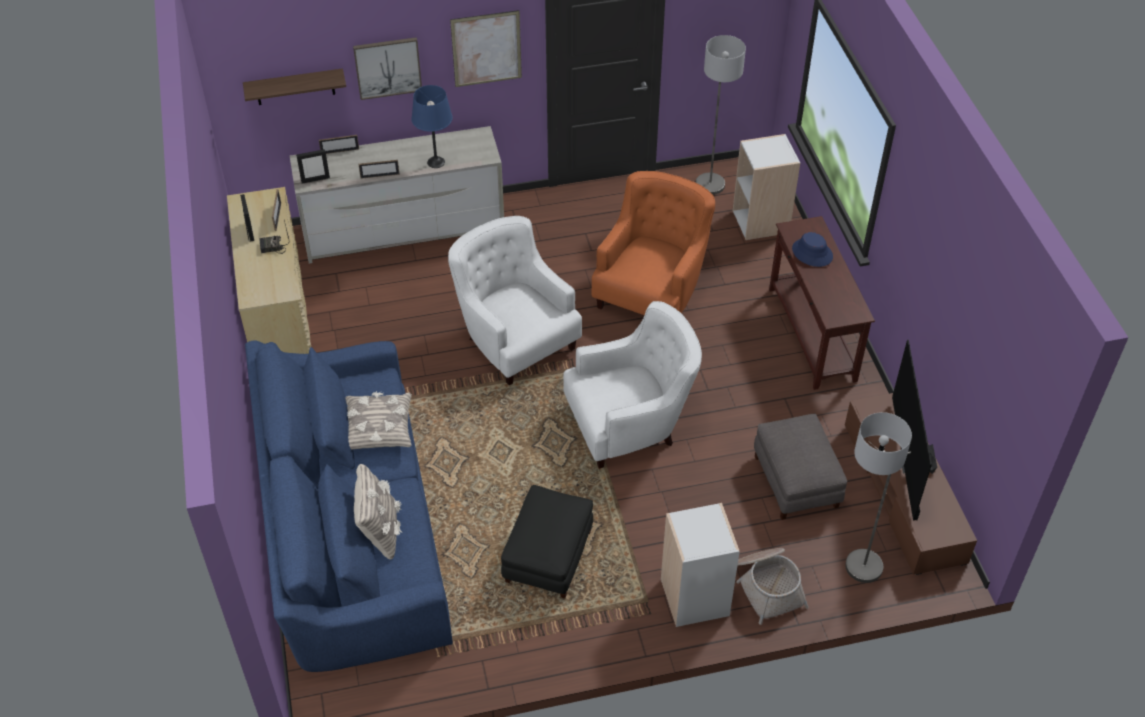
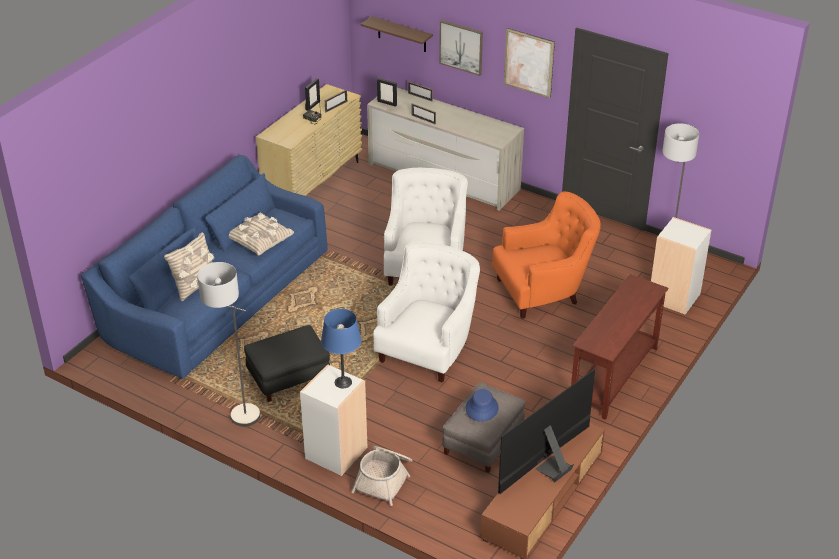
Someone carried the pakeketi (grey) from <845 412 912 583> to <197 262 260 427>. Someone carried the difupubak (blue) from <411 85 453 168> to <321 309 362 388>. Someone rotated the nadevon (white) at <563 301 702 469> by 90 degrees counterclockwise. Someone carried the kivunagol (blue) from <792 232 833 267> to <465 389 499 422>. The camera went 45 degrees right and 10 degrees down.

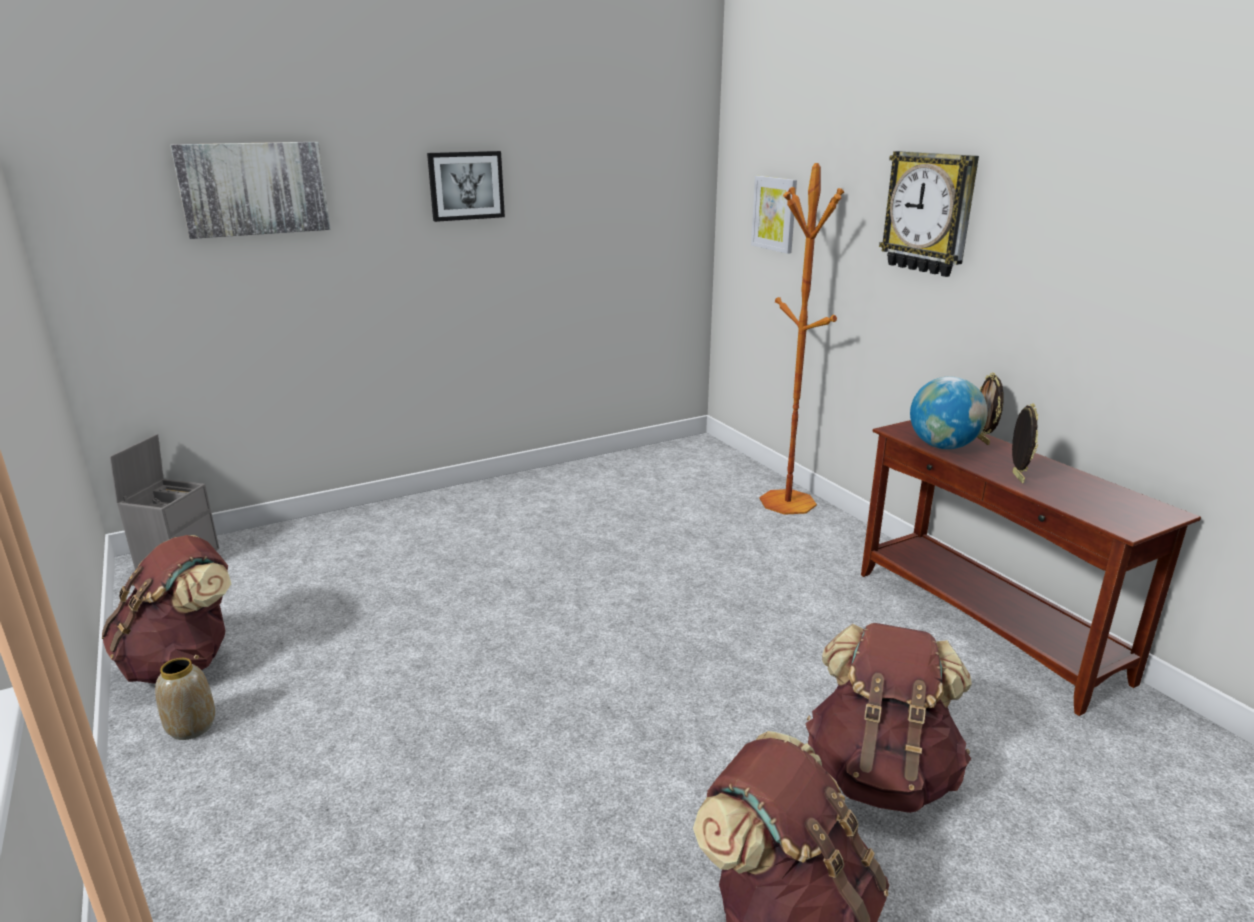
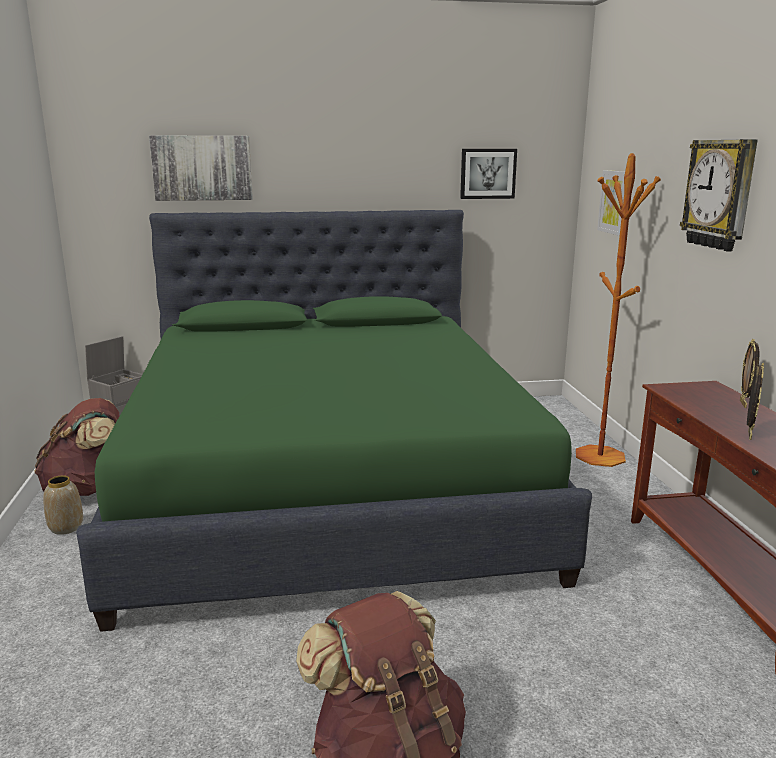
Someone put down the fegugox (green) at <76 210 592 632>. Someone carried the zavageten from <427 151 505 222> to <460 149 517 199>. Someone took away the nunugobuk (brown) at <805 623 972 813>. Someone took away the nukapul at <910 377 988 449>. The camera went 20 degrees right and 5 degrees down.

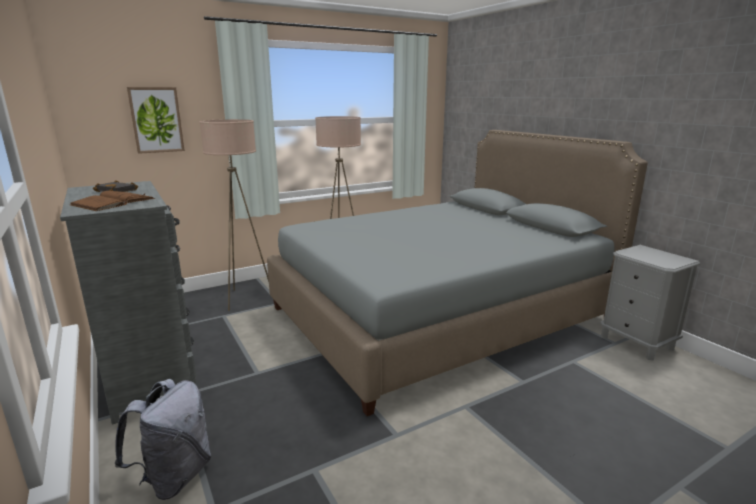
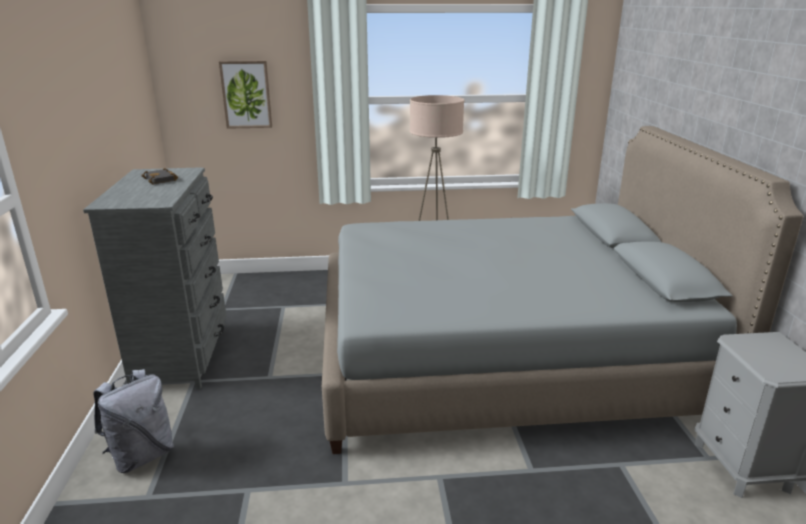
Someone took away the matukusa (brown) at <70 191 155 211>. Someone took away the pakeketi (beige) at <200 119 269 311>. The camera went 25 degrees right and 5 degrees up.

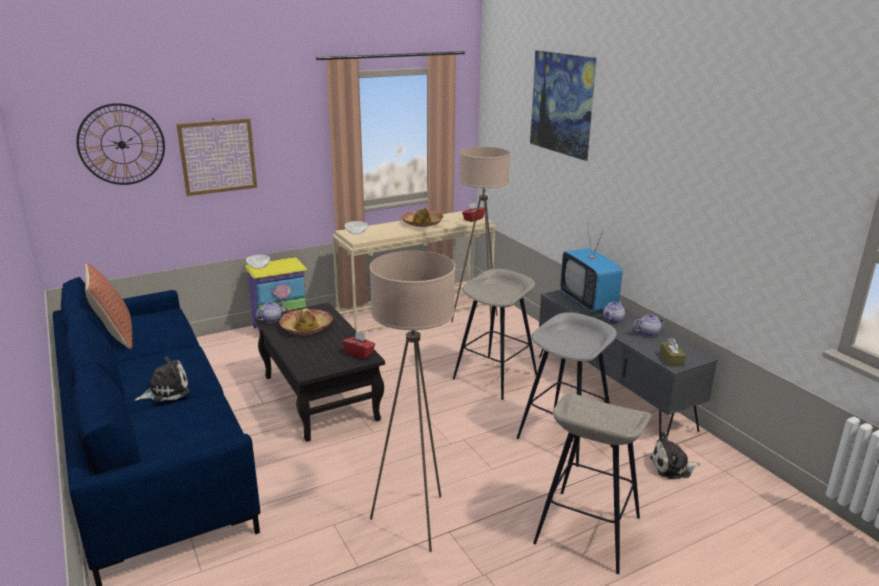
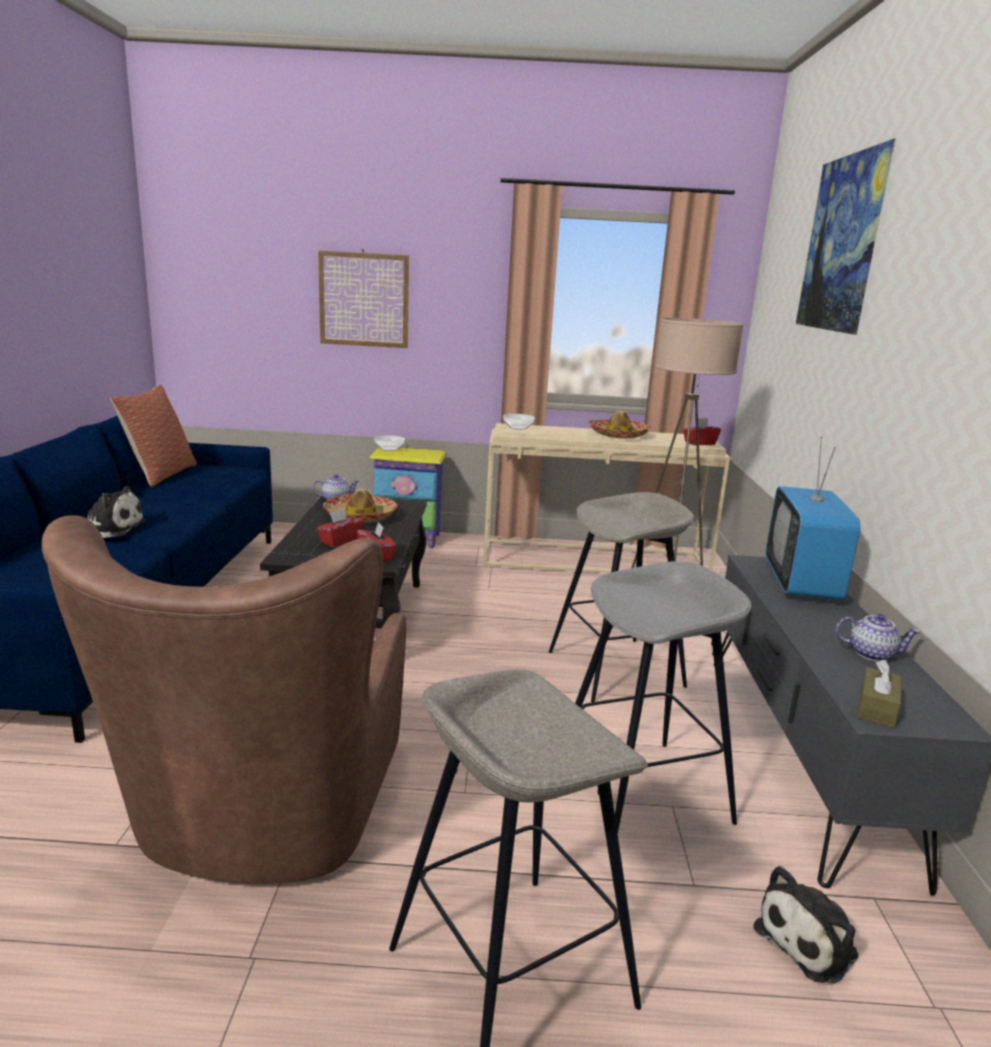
Someone swapped the pakeketi (beige) at <369 251 455 552> for the nadevon (brown) at <42 515 406 884>. Someone put down the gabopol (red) at <316 509 364 548>. Someone rotated the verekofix at <650 432 700 479> by 60 degrees counterclockwise. Someone took away the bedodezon at <76 103 165 185>. Someone took away the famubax at <603 301 625 323>. The camera went 30 degrees right and 5 degrees down.

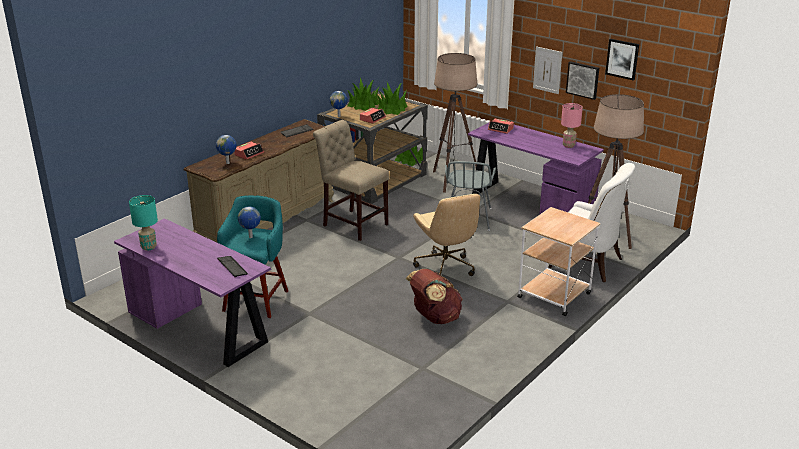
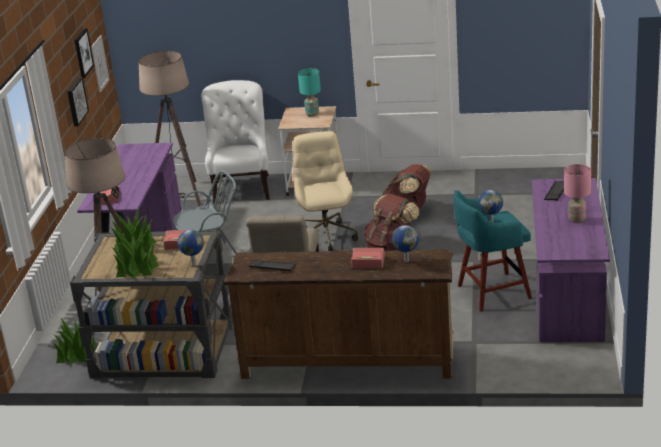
Someone carried the zavageten from <533 46 562 94> to <91 35 109 93>. Someone rotated the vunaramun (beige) at <413 194 480 276> by 45 degrees counterclockwise. Someone carried the difupubak (turquoise) from <129 195 158 251> to <298 68 321 117>. Someone put down the nunugobuk (brown) at <364 194 419 251>. Someone carried the difupubak (pink) from <561 103 583 148> to <564 164 591 223>. The camera went 120 degrees left and 0 degrees up.

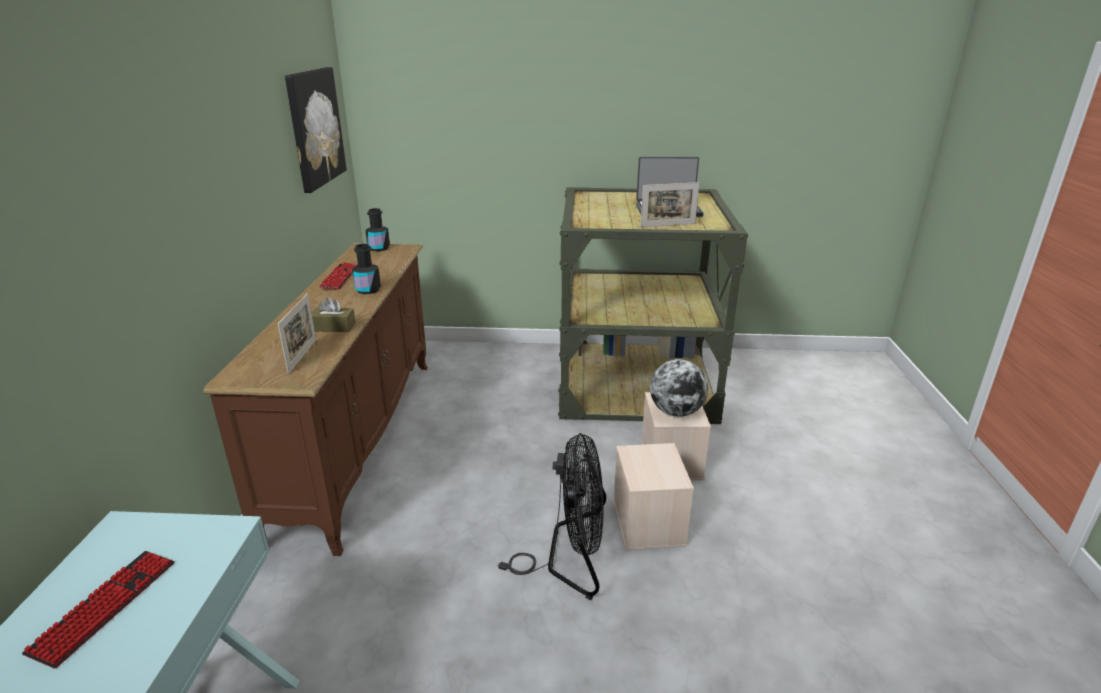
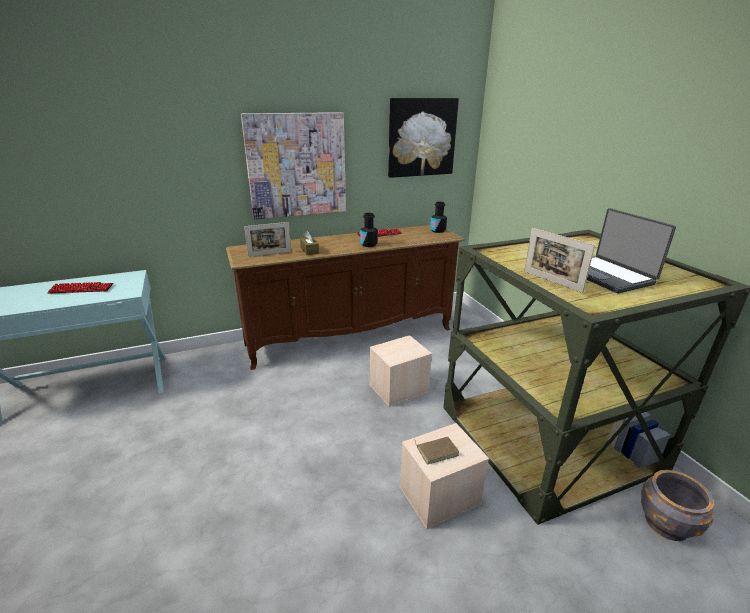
Someone put up the zavageten at <241 112 346 219>. Someone carried the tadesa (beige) from <613 443 694 550> to <369 335 432 407>. Someone swapped the nukapul at <650 359 708 417> for the matukusa (brown) at <414 436 459 465>. Someone put down the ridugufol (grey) at <641 470 714 541>. Someone took away the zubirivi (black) at <497 433 606 600>. The camera went 65 degrees right and 0 degrees up.

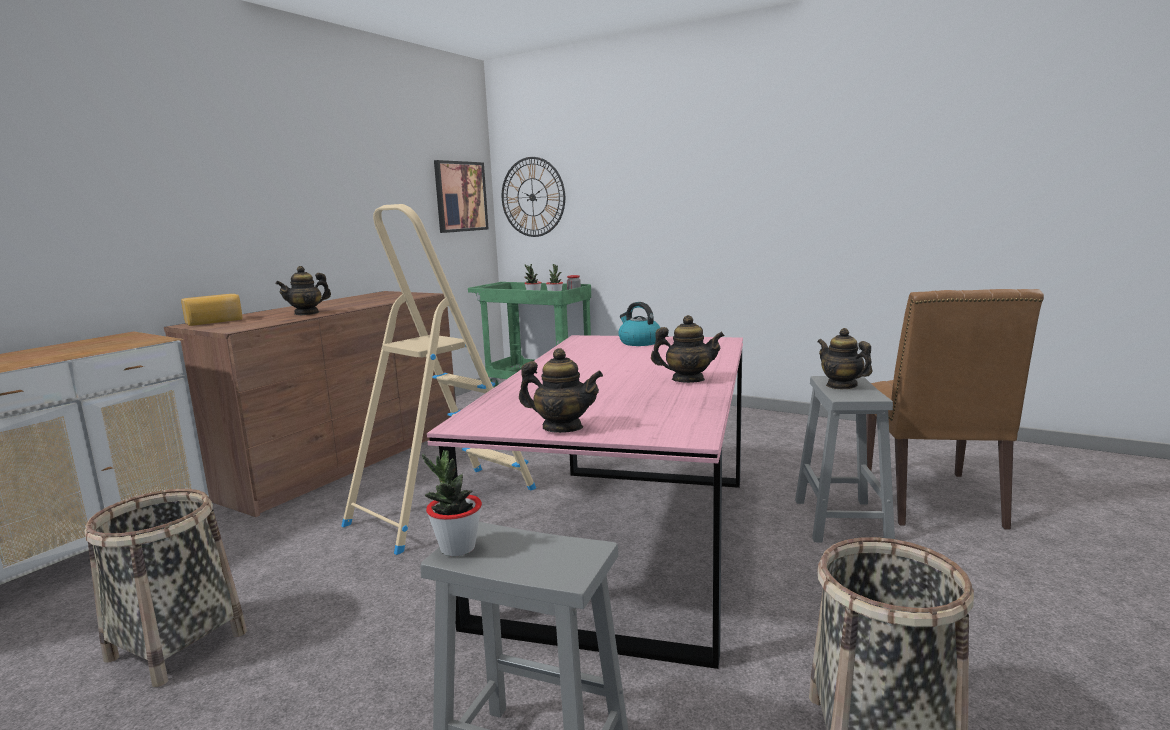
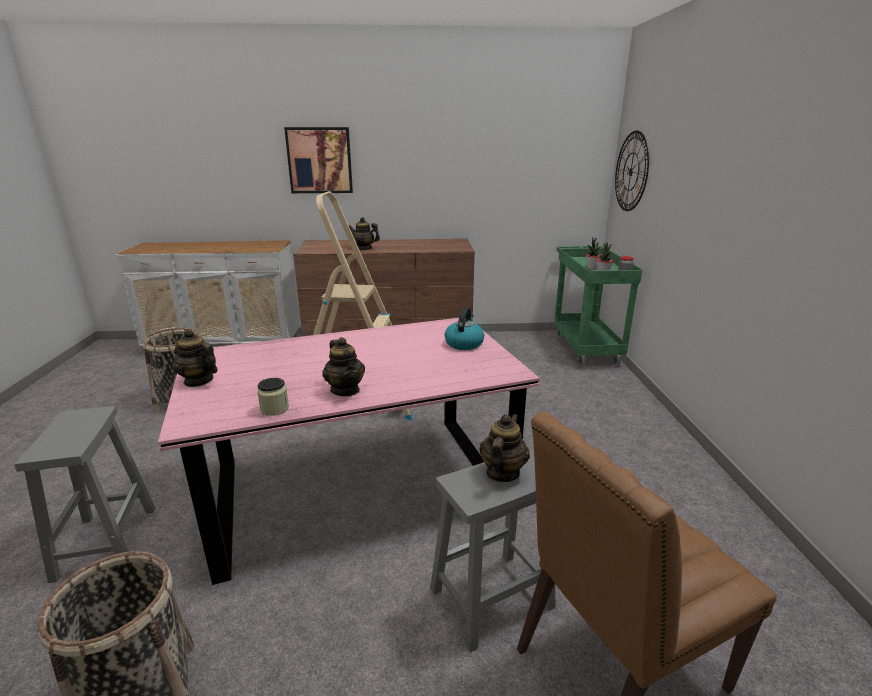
Someone rotated the famubax at <519 348 603 433> by 135 degrees clockwise. Someone put down the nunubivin at <257 378 289 416>. Someone carried the zavageten from <434 160 489 233> to <284 127 353 193>. Someone took away the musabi at <181 294 243 326>. Someone took away the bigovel at <422 450 482 556>. The camera went 55 degrees right and 10 degrees up.

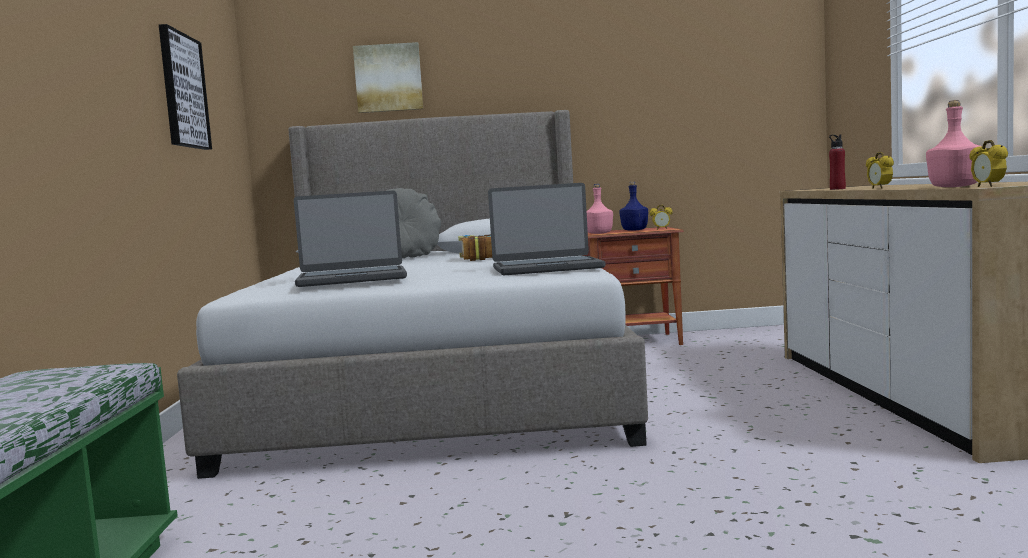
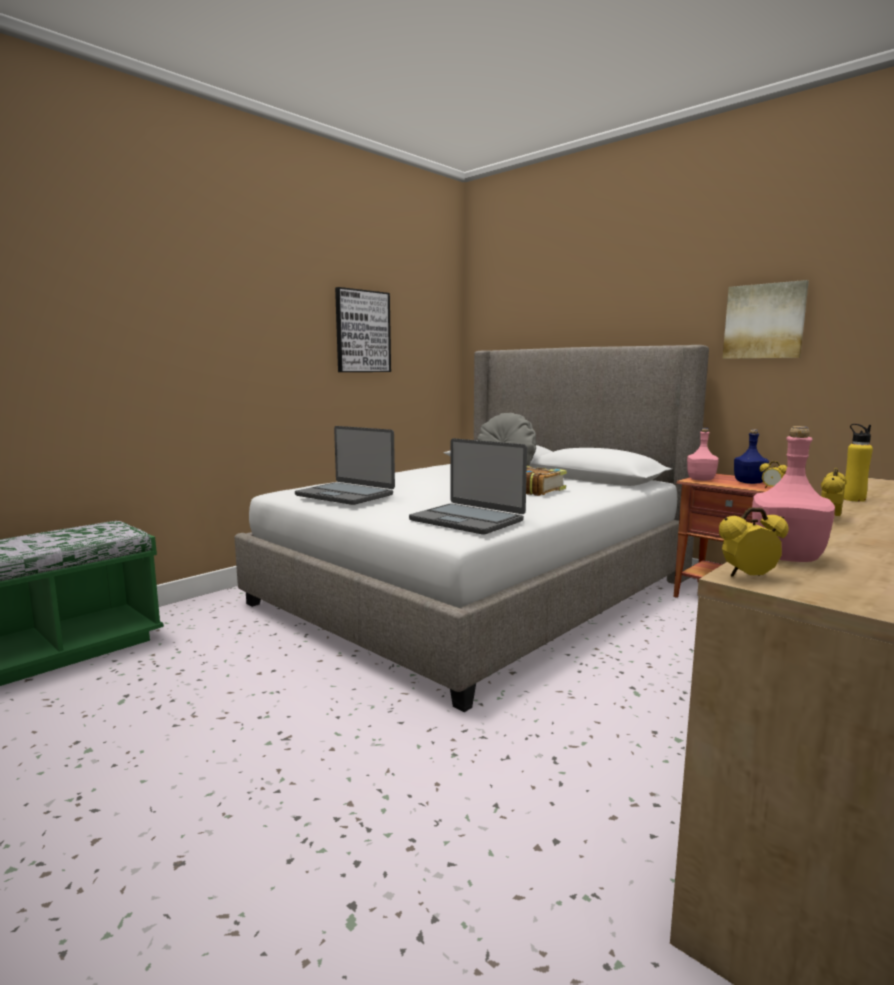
Someone rotated the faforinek at <969 140 1008 187> by 45 degrees clockwise. Someone carried the zavageten from <353 42 423 113> to <723 280 809 359>. Someone repainted the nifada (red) at <829 134 846 190>, which became the nifada (yellow) at <844 424 873 502>. The camera went 45 degrees right and 5 degrees up.

